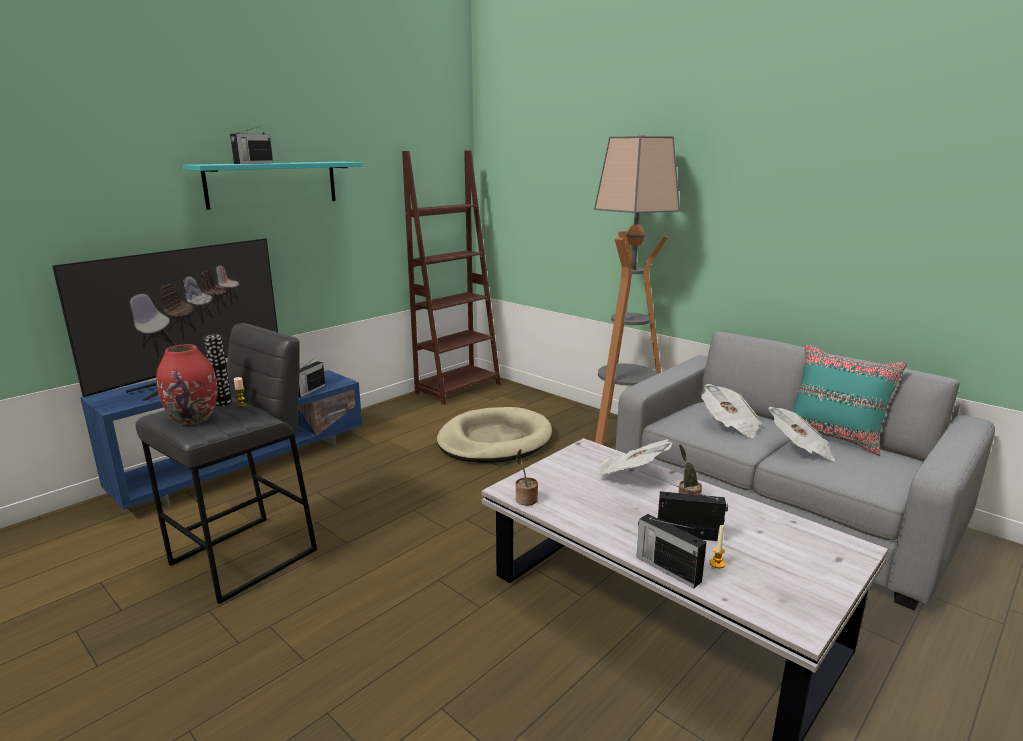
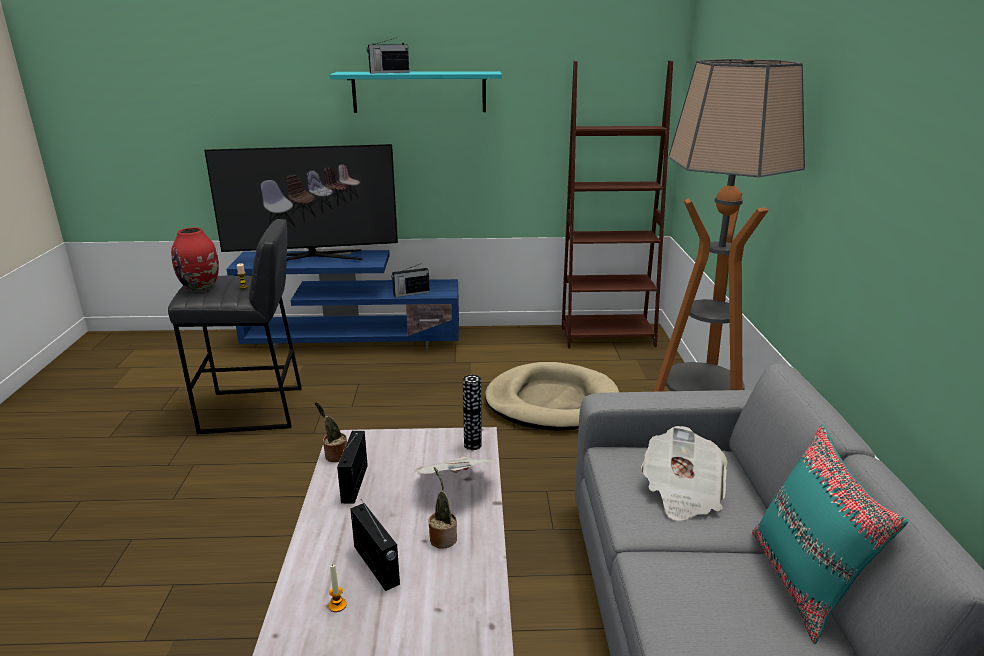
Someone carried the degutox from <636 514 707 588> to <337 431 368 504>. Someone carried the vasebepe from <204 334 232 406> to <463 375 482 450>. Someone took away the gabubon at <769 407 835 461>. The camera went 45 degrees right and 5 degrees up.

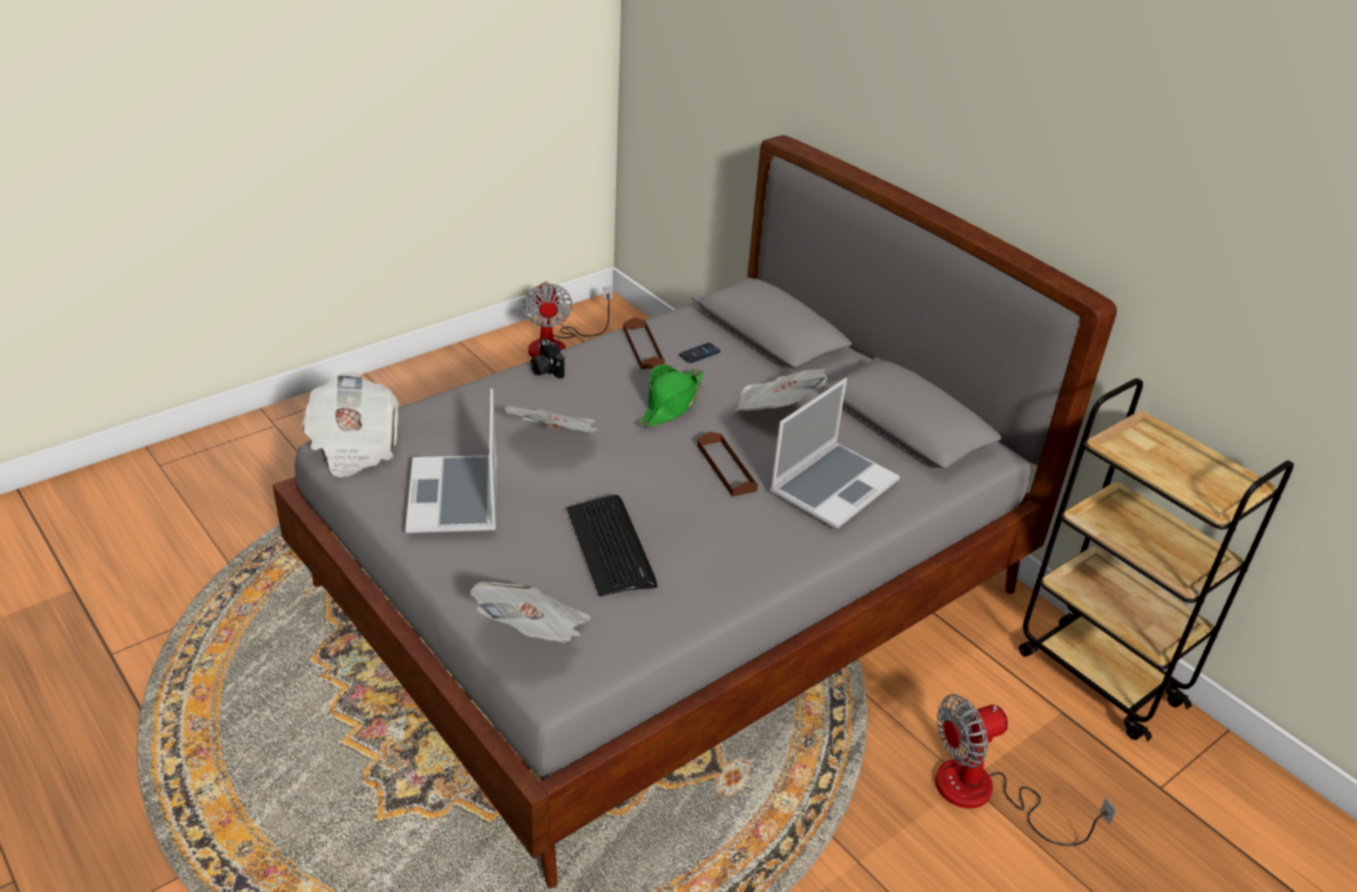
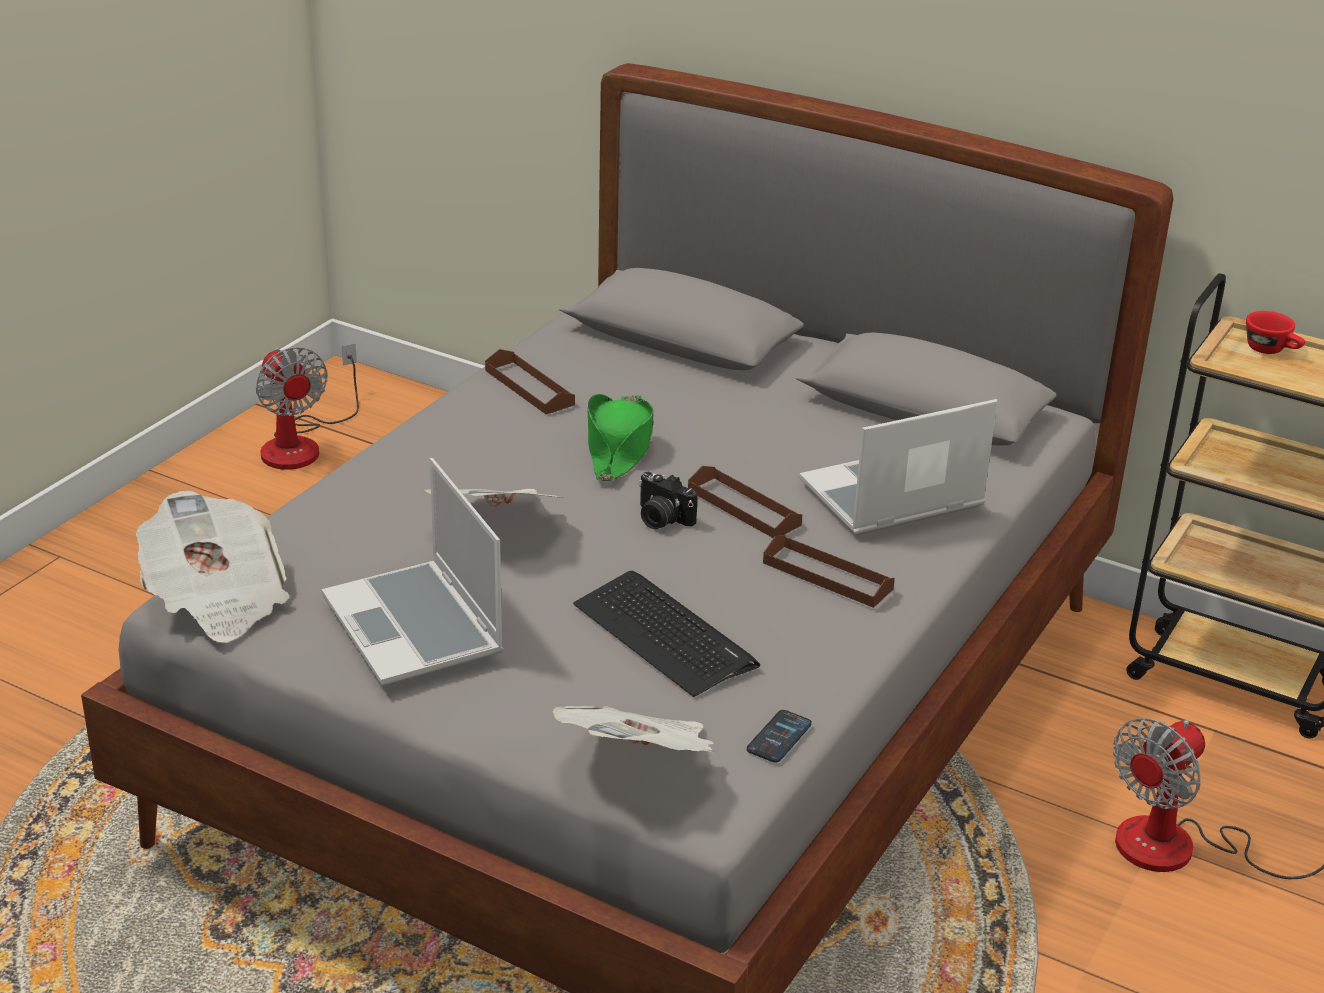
Someone carried the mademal from <530 339 565 379> to <639 472 698 529>. Someone carried the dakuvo from <679 343 720 363> to <747 710 812 763>. Someone put down the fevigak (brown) at <763 535 895 608>. Someone rotated the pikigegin at <770 378 900 529> by 135 degrees counterclockwise. Someone put down the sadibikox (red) at <1246 311 1305 354>. Someone took away the gabubon at <735 369 827 411>. The camera went 20 degrees left and 5 degrees down.

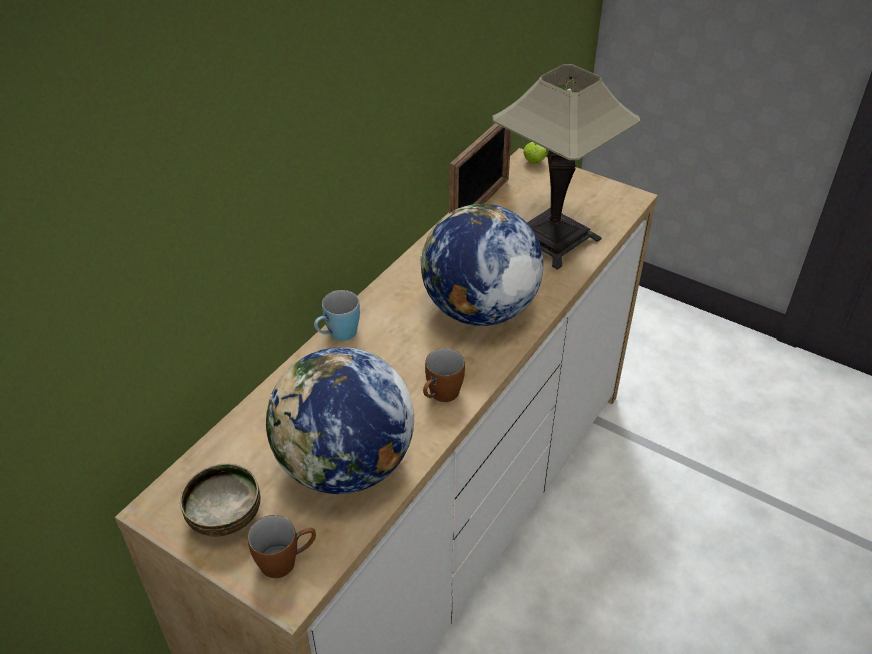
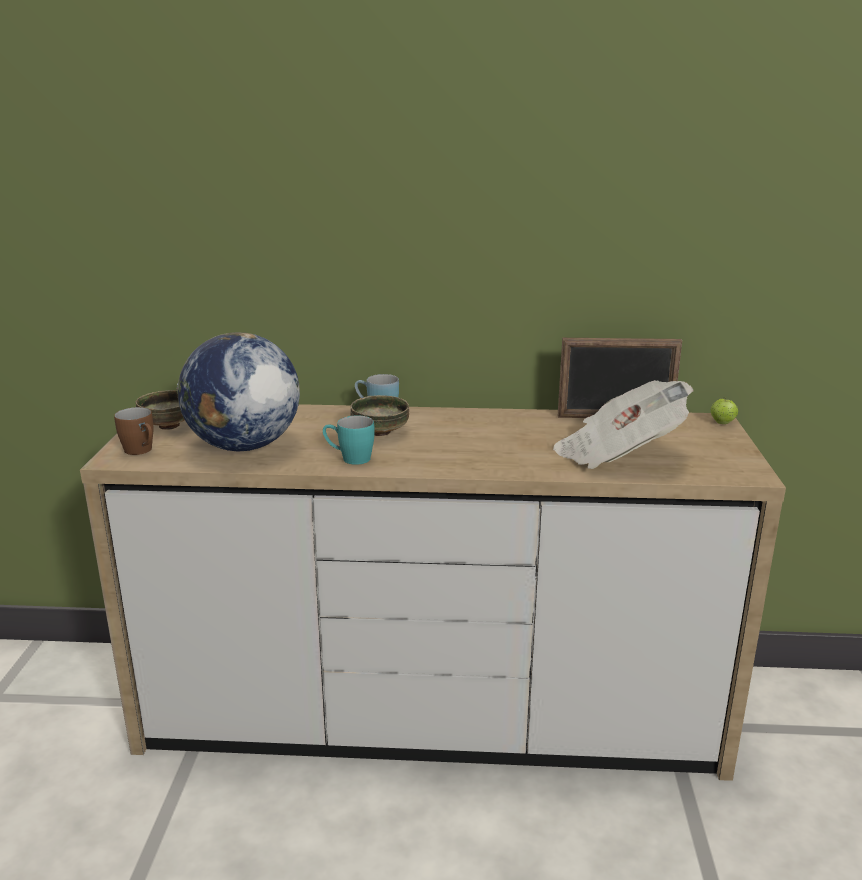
Someone repainted the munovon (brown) at <423 348 465 402>, which became the munovon (turquoise) at <323 416 374 465>. Someone put down the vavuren at <350 395 409 436>. Someone swapped the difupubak at <492 64 641 270> for the gabubon at <553 380 694 469>. Someone took away the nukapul at <419 204 544 326>. The camera went 60 degrees right and 20 degrees down.

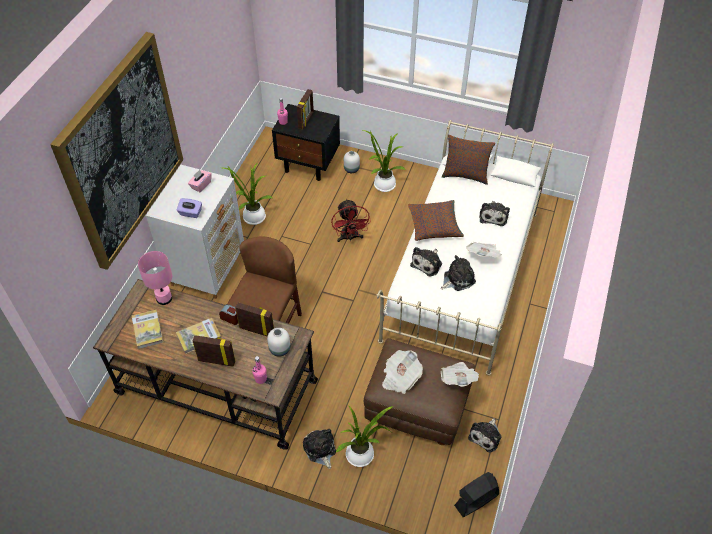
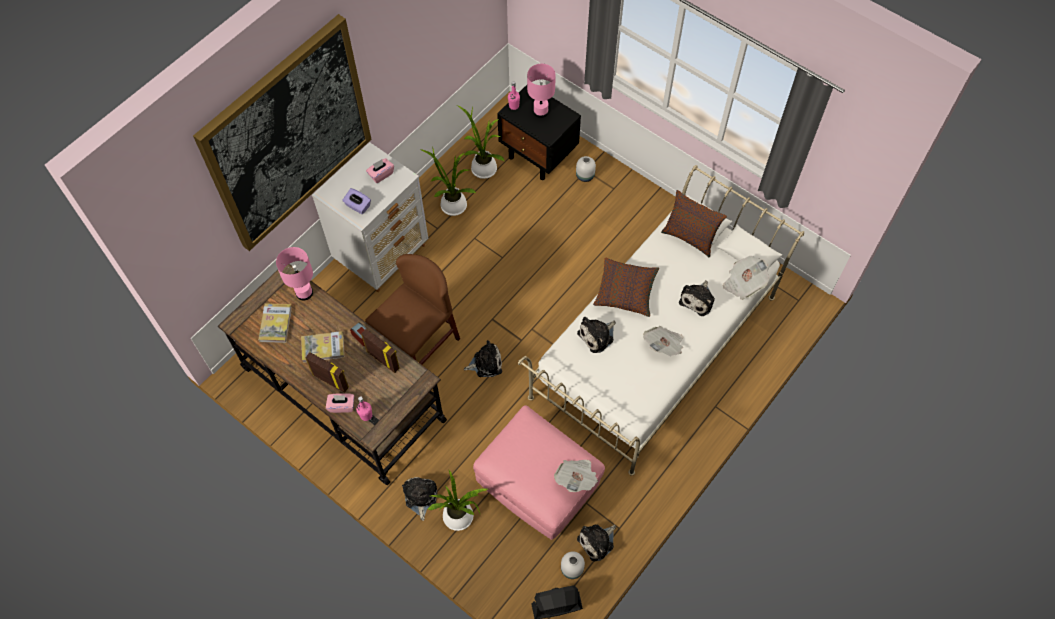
Someone put down the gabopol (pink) at <326 393 354 413>. Someone carried the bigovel from <363 130 405 192> to <457 105 505 179>. Someone carried the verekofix from <441 255 476 291> to <464 340 502 377>. Someone repainted the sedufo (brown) at <364 338 475 445>, which became the sedufo (pink) at <473 405 605 540>. Someone swapped the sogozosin at <297 89 314 129> for the difupubak (pink) at <527 64 556 118>. Someone carried the vasebepe (white) from <267 328 290 357> to <561 551 585 579>. Someone carried the gabubon from <382 350 423 394> to <723 256 769 300>. Someone took away the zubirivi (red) at <331 199 371 242>. The camera went 20 degrees right and 10 degrees up.

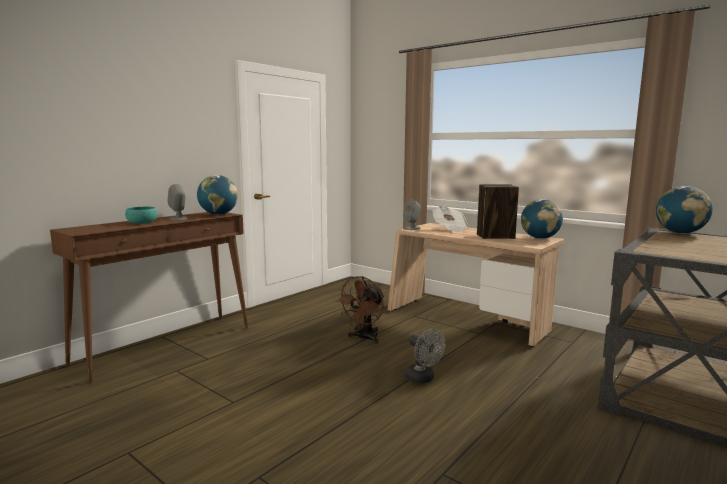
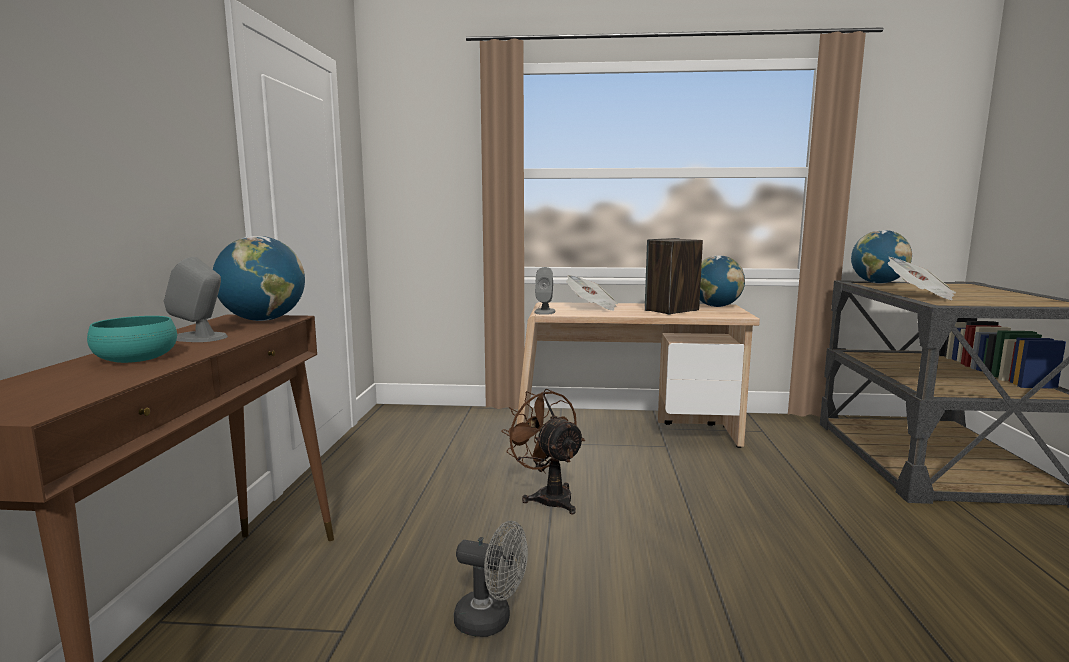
Someone carried the zubirivi (grey) from <405 329 446 383> to <454 521 528 637>. Someone rotated the zubirivi (brown) at <336 276 384 343> by 150 degrees clockwise. Someone put down the gabubon at <888 257 956 300>. The camera went 35 degrees left and 0 degrees up.

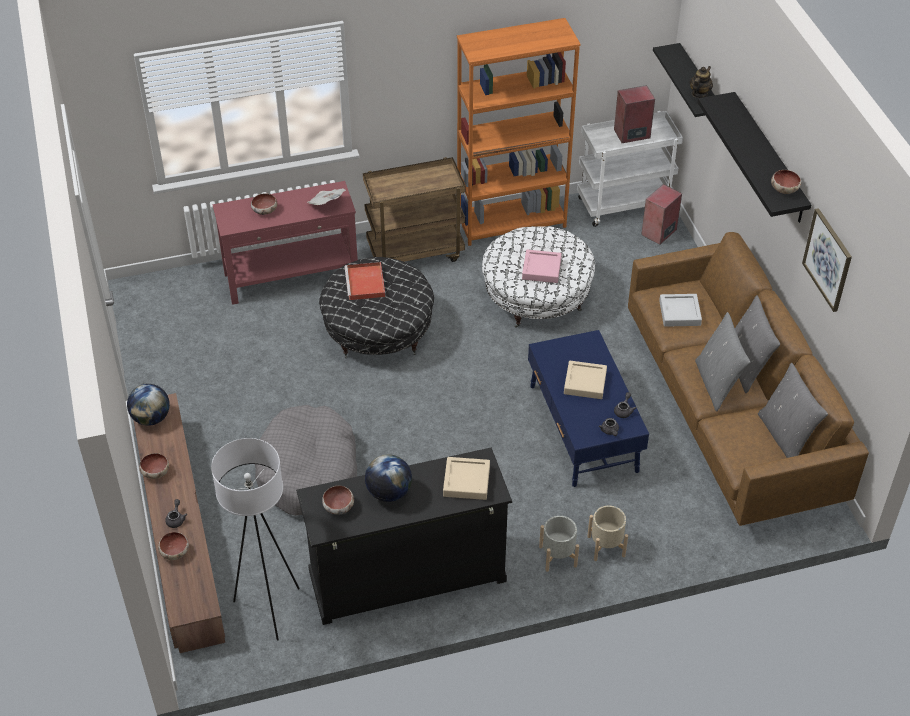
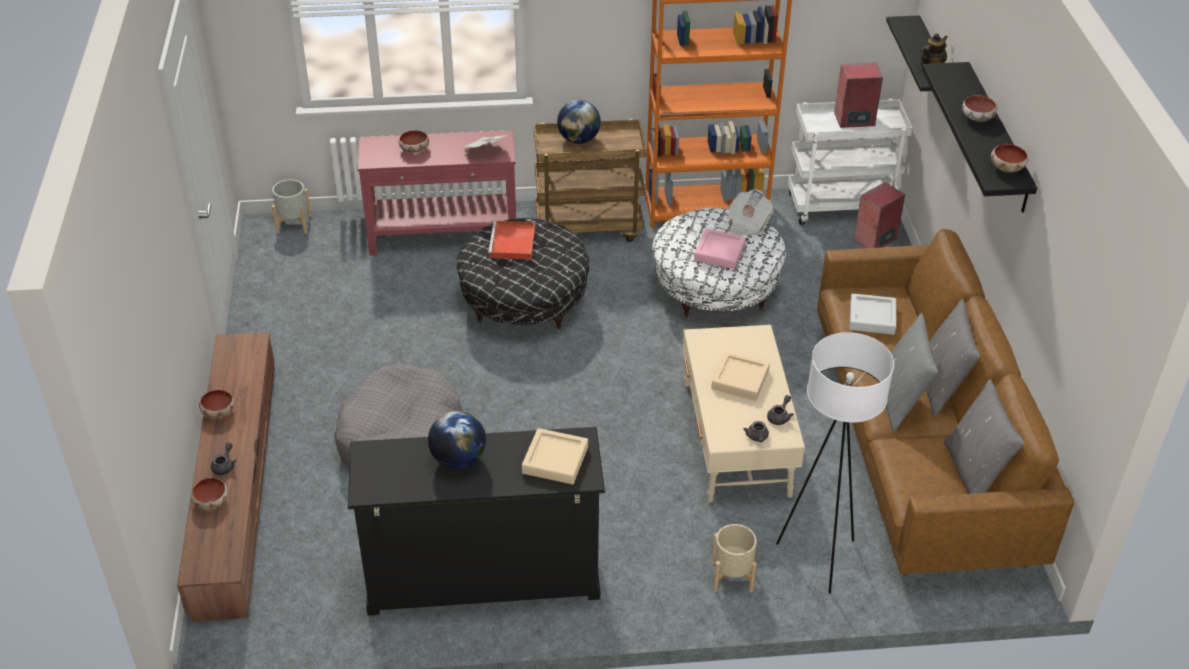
Someone carried the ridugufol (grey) from <539 516 579 572> to <272 179 311 234>. Someone carried the nukapul from <127 384 170 426> to <557 100 601 144>. Someone repainted the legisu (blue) at <528 330 649 487>, which became the legisu (beige) at <683 325 805 503>. Someone put down the gabubon at <728 189 773 236>. Someone carried the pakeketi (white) from <211 438 300 640> to <776 332 894 594>. Someone carried the vavuren from <322 486 354 515> to <962 95 997 121>. Someone took away the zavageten at <802 208 852 312>. The camera went 10 degrees right and 5 degrees down.

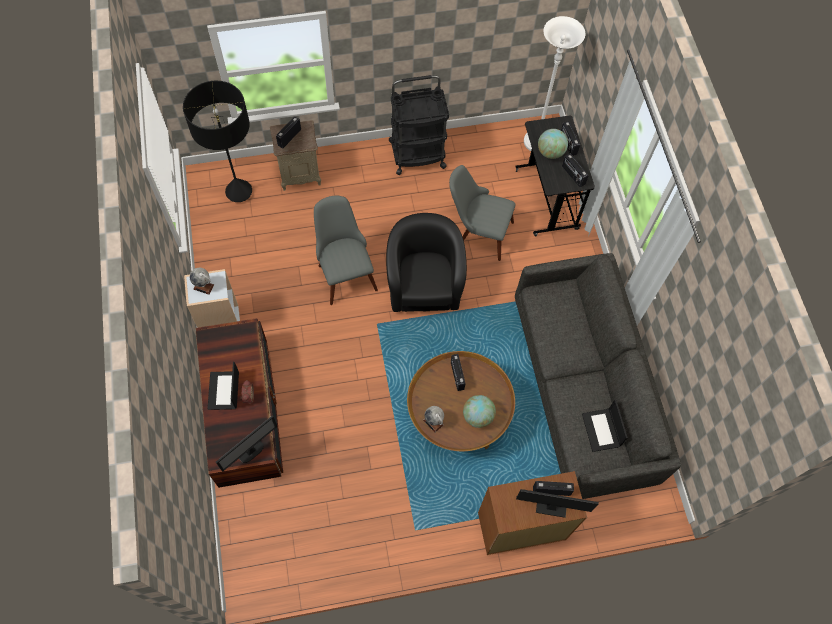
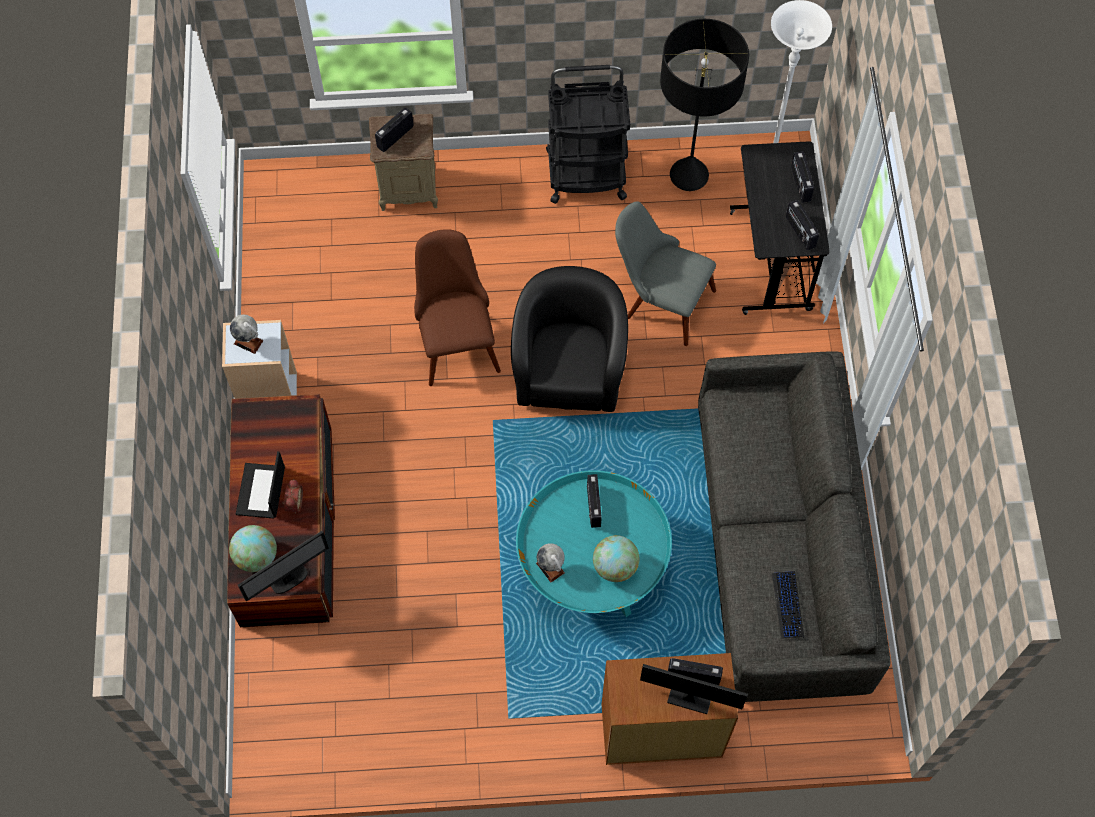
Someone carried the nukapul from <538 129 568 159> to <229 525 277 572>. Someone repainted the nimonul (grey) at <314 196 378 305>, which became the nimonul (brown) at <414 229 501 386>. Someone repainted the legisu (brown) at <407 351 515 451>, which became the legisu (turquoise) at <516 470 672 617>. Someone carried the pakeketi (black) from <183 81 252 202> to <660 19 749 191>. Someone swapped the pikigegin at <582 400 628 452> for the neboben at <772 571 804 639>. The camera went 10 degrees right and 0 degrees up.

